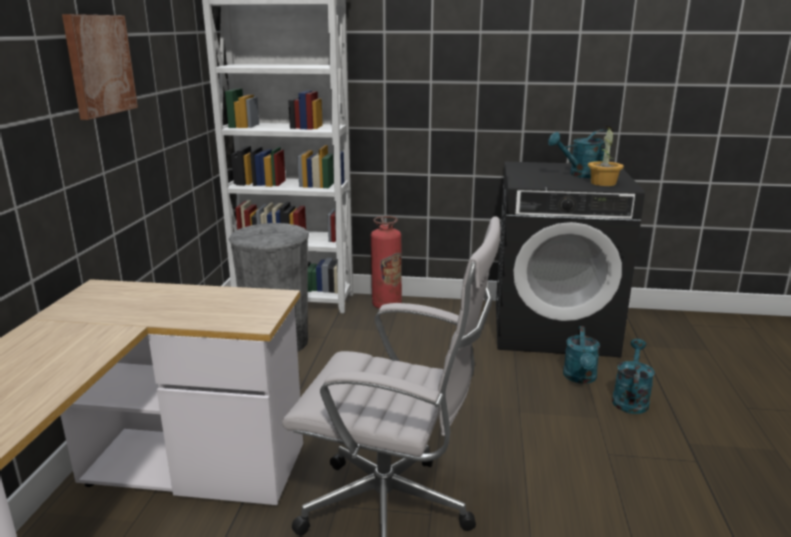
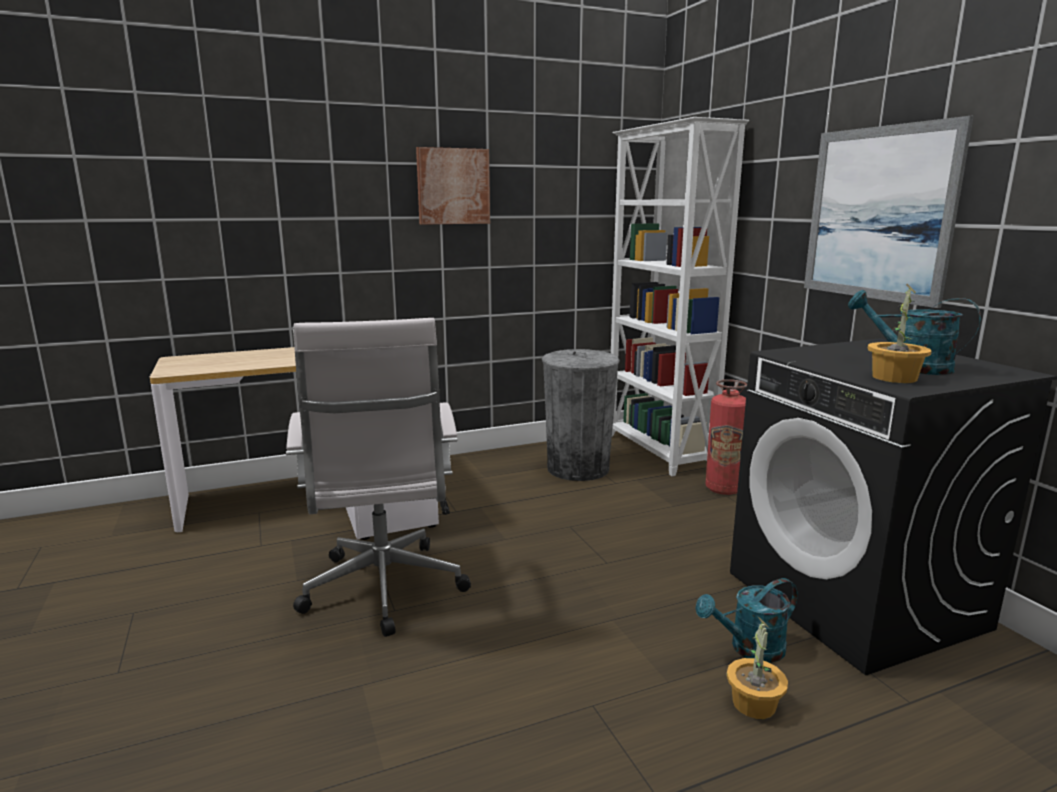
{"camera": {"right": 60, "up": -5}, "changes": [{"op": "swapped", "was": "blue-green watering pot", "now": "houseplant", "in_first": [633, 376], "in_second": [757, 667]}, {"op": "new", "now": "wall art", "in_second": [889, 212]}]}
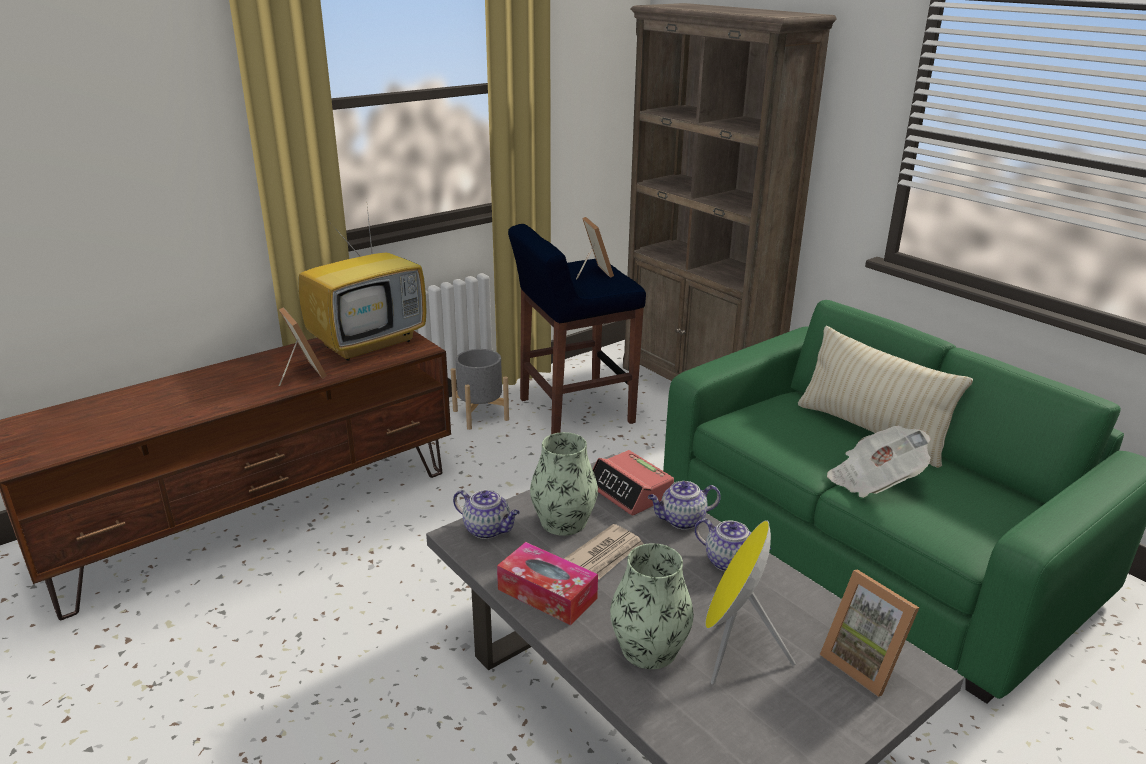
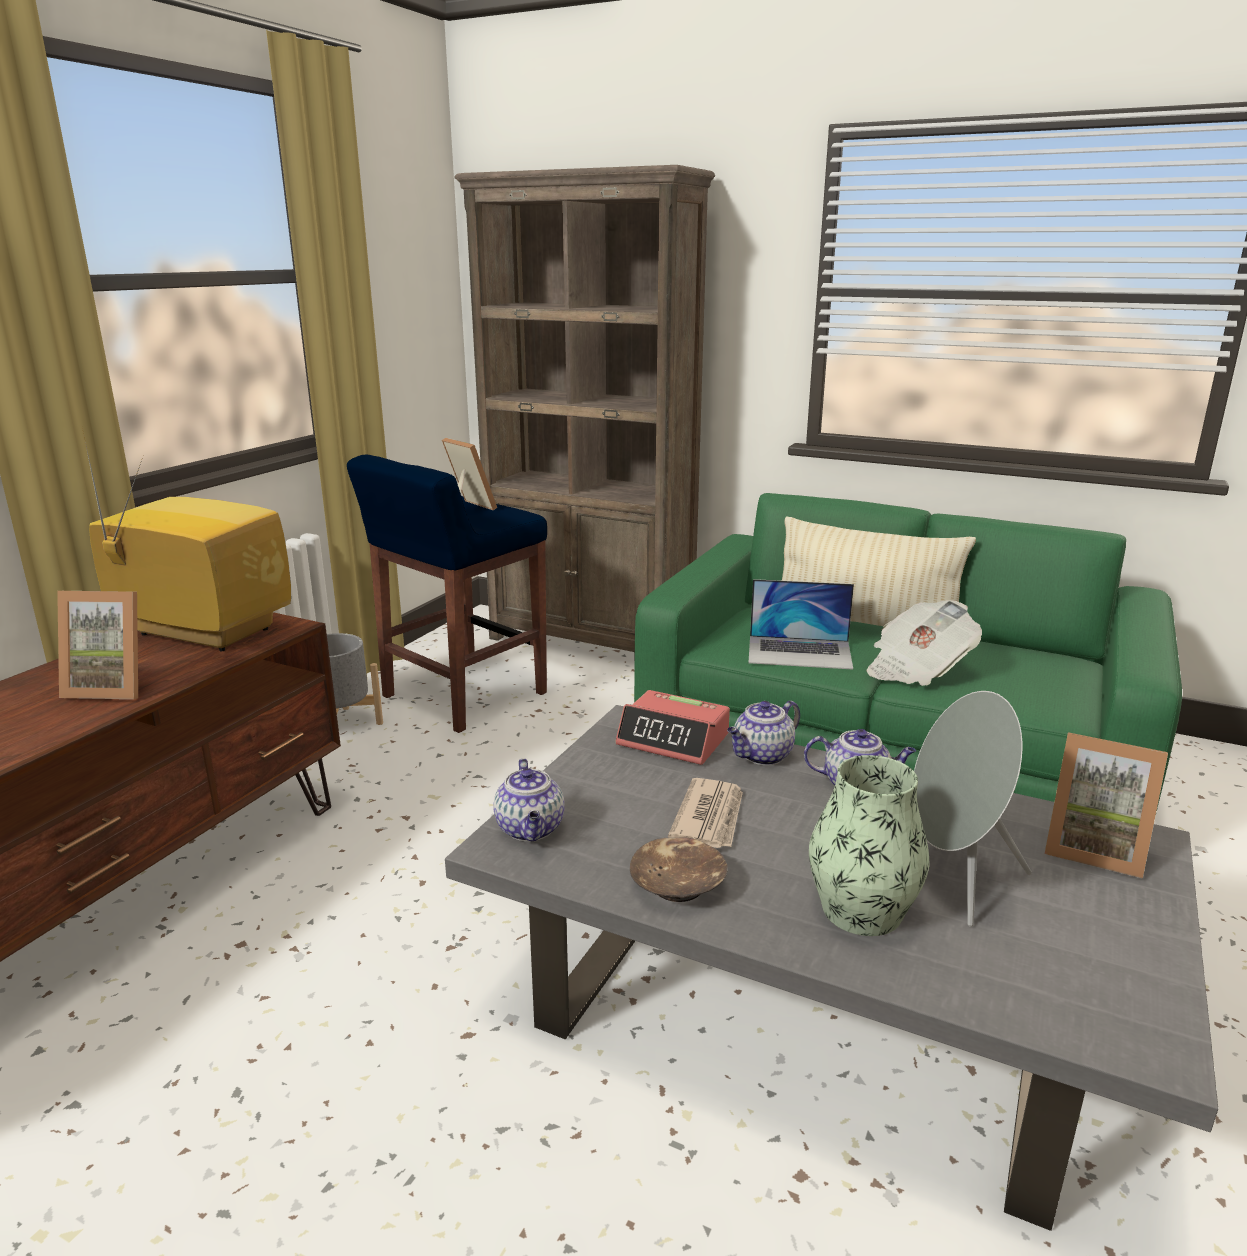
{"camera": {"right": -25, "up": -5}, "changes": [{"op": "rotated", "was": "picture frame", "in_first": [303, 346], "in_second": [97, 645], "clockwise": 150}, {"op": "rotated", "was": "TV set", "in_first": [362, 279], "in_second": [186, 539], "clockwise": -90}, {"op": "rotated", "was": "pot for tea", "in_first": [486, 514], "in_second": [529, 799], "clockwise": 75}, {"op": "swapped", "was": "box of tissues", "now": "brownish bowl", "in_first": [547, 583], "in_second": [679, 869]}, {"op": "new", "now": "portable computer", "in_second": [801, 624]}, {"op": "repainted", "was": "yellowish loudspeaker", "now": "grey loudspeaker", "in_first": [750, 602], "in_second": [973, 809]}, {"op": "gone", "was": "decorative vase", "in_first": [564, 484]}]}
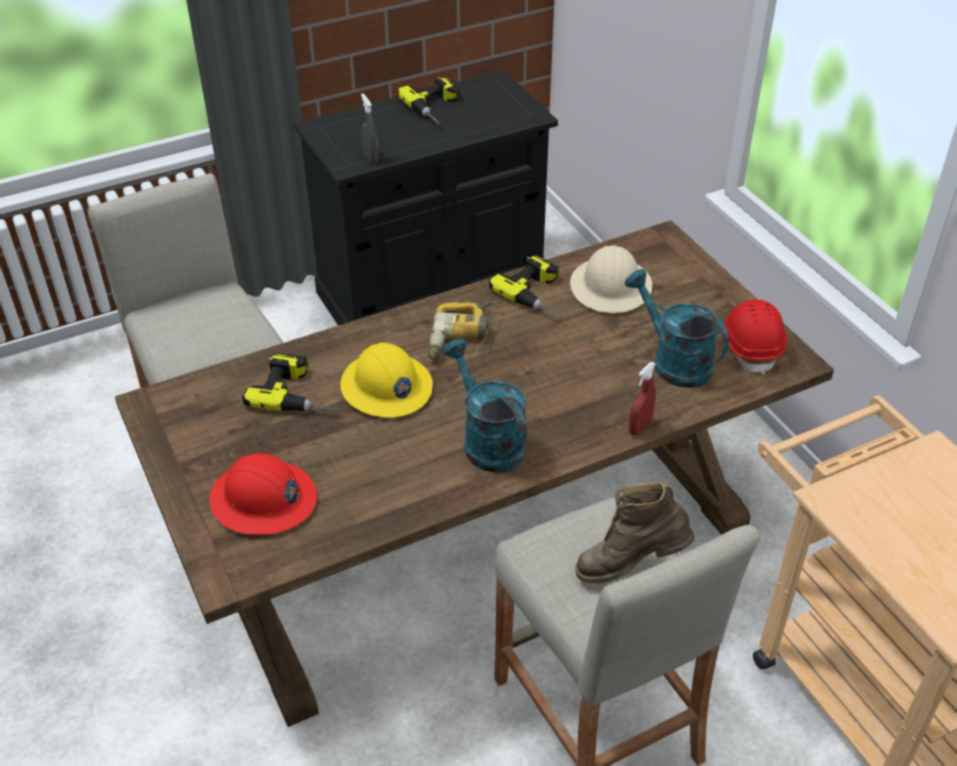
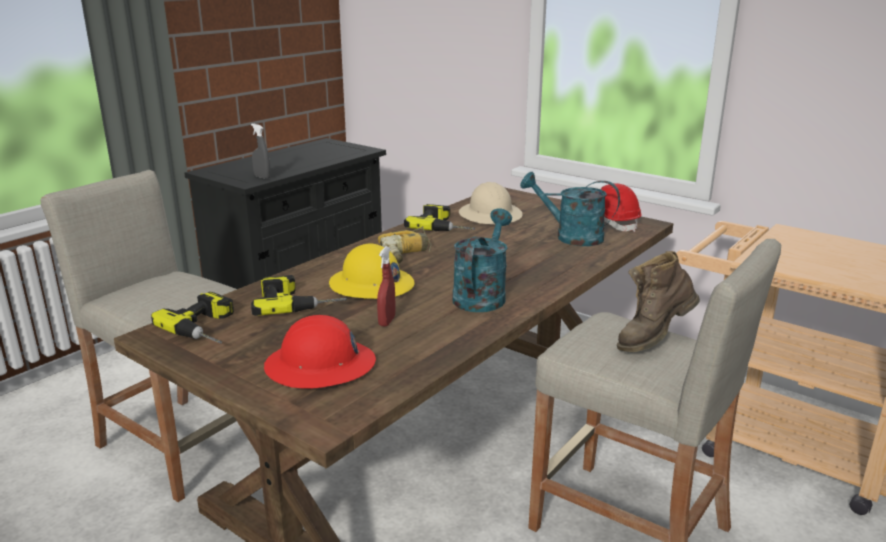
{"camera": {"right": -25, "up": -20}, "changes": [{"op": "shifted", "was": "power drill", "in_first": [429, 100], "in_second": [192, 318]}, {"op": "shifted", "was": "red-coloured hand sprayer", "in_first": [642, 398], "in_second": [386, 286]}, {"op": "rotated", "was": "blue-green watering pot", "in_first": [485, 406], "in_second": [482, 260], "clockwise": 75}]}
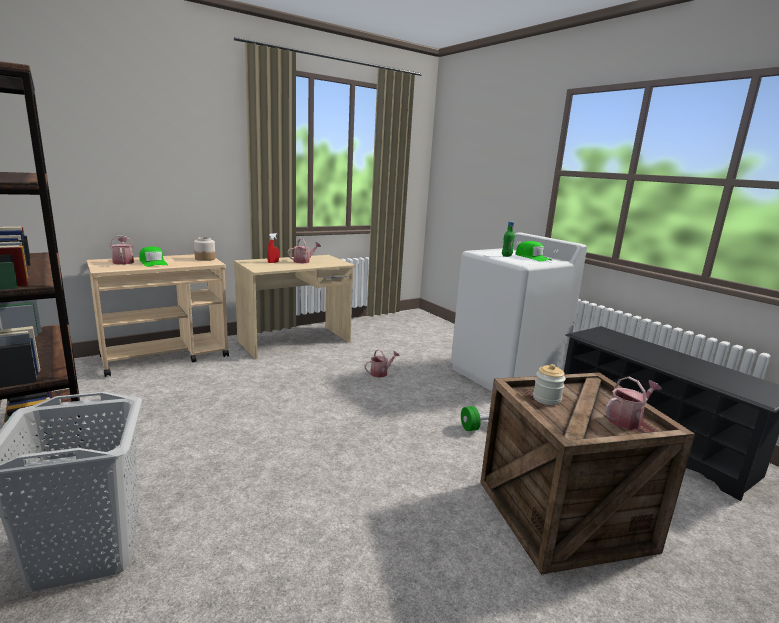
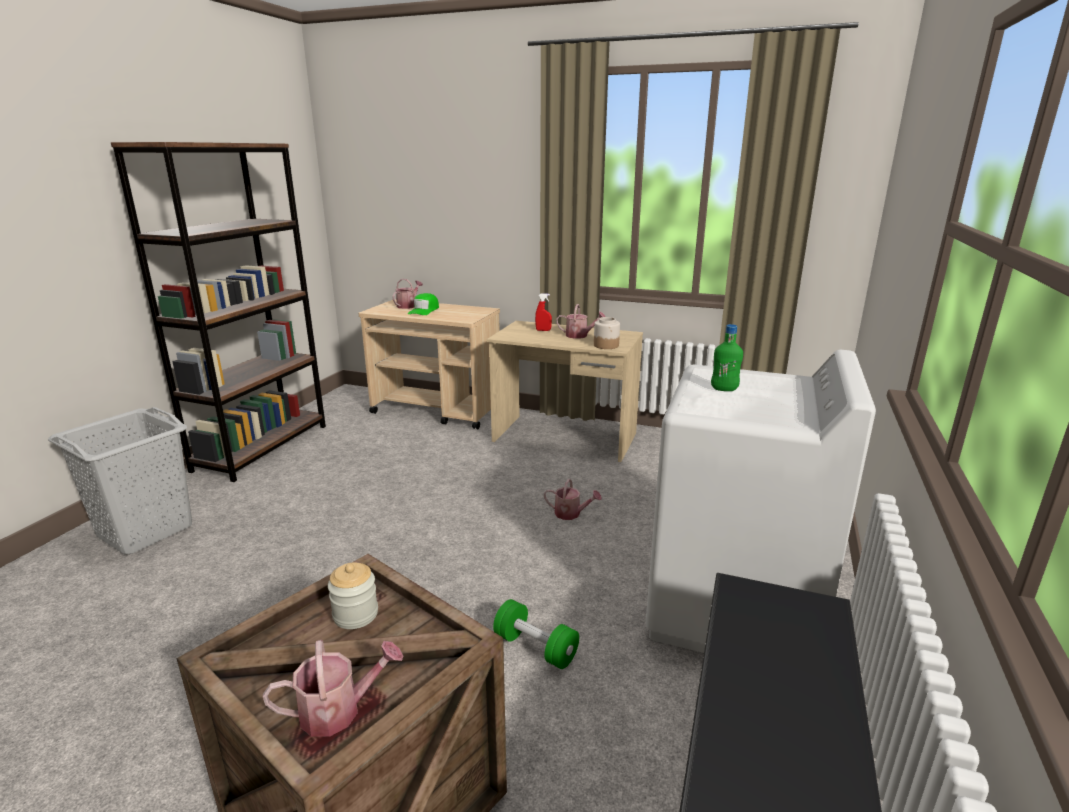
{"camera": {"right": 55, "up": 5}, "changes": [{"op": "rotated", "was": "watering pot", "in_first": [633, 403], "in_second": [333, 688], "clockwise": -45}, {"op": "shifted", "was": "jar", "in_first": [205, 249], "in_second": [607, 333]}, {"op": "gone", "was": "green-coloured peaked cap", "in_first": [533, 251]}]}
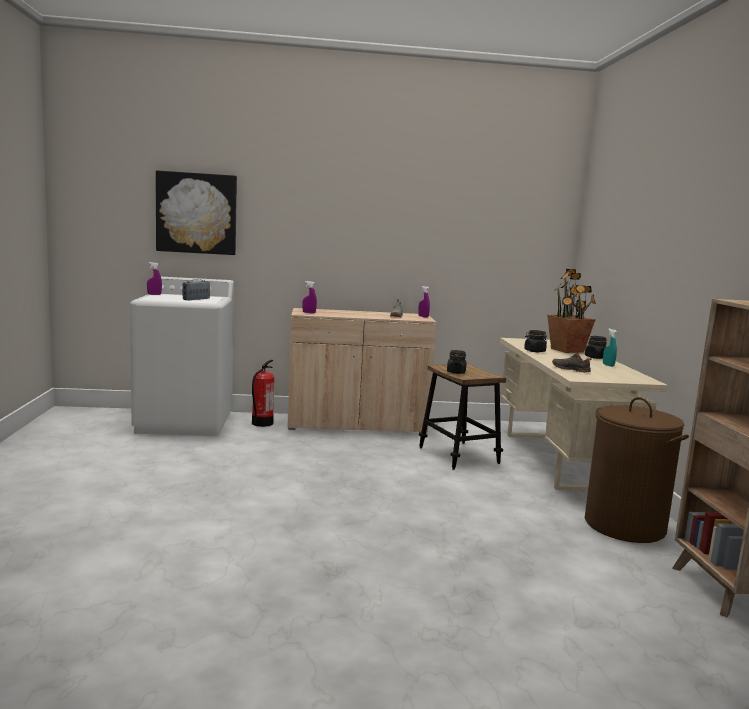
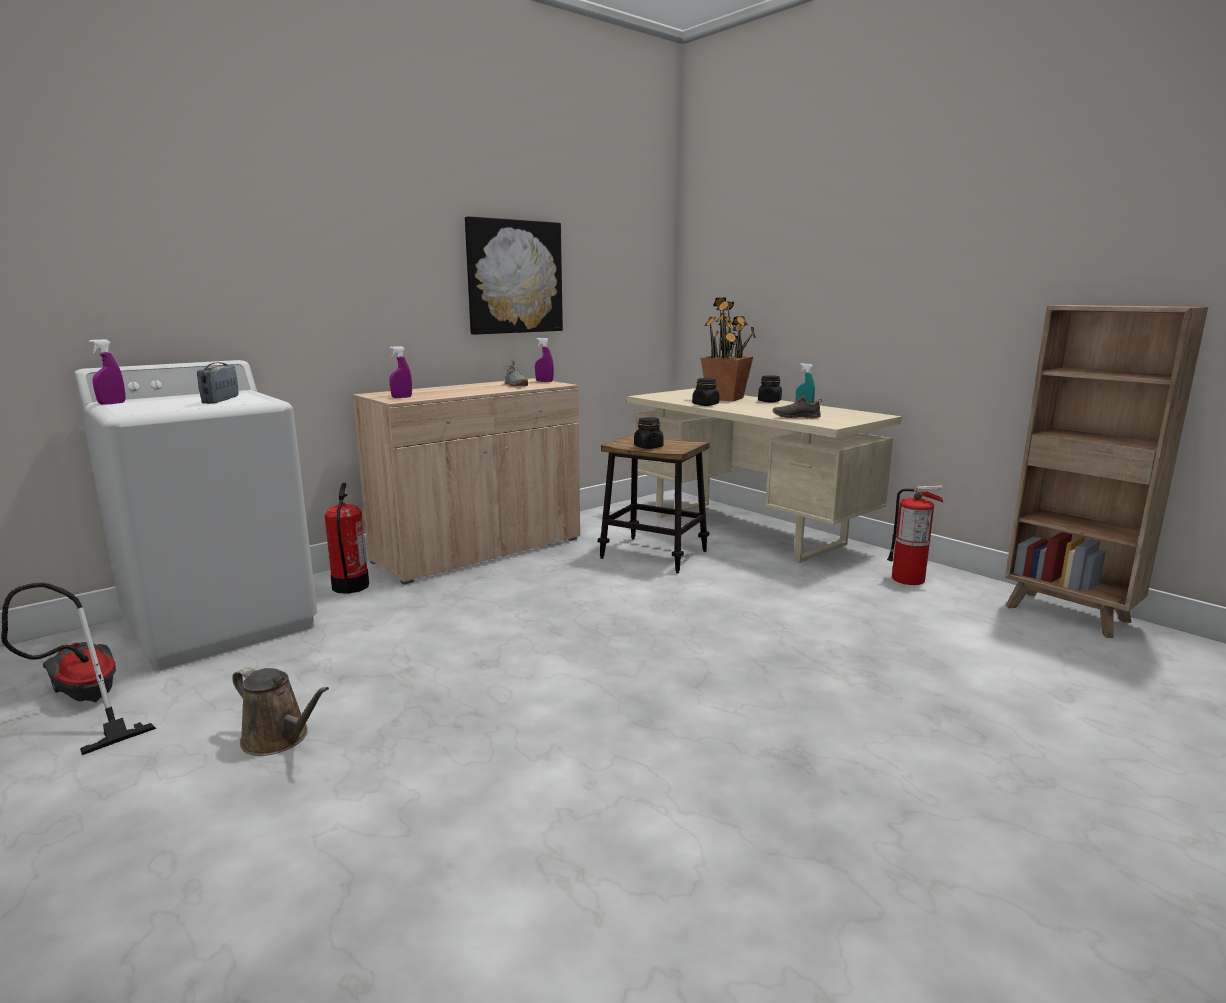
{"camera": {"right": -35, "up": 5}, "changes": [{"op": "new", "now": "vacuum cleaner", "in_second": [78, 668]}, {"op": "new", "now": "brownish watering pot", "in_second": [280, 711]}, {"op": "shifted", "was": "wall art", "in_first": [196, 212], "in_second": [514, 275]}, {"op": "swapped", "was": "brownish laundry basket", "now": "fire extinguisher", "in_first": [637, 470], "in_second": [915, 535]}]}
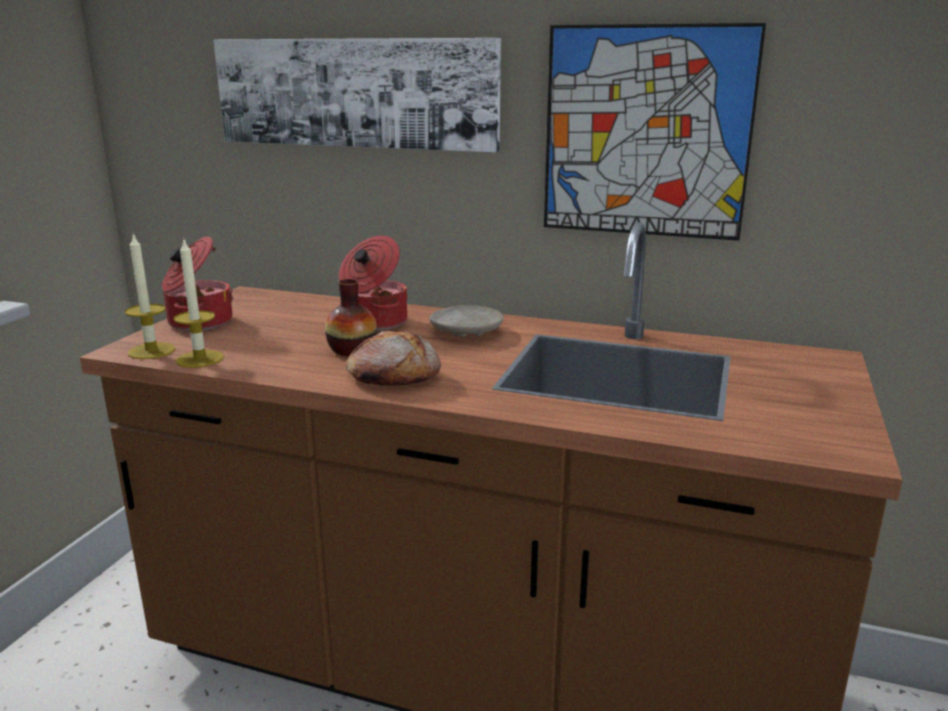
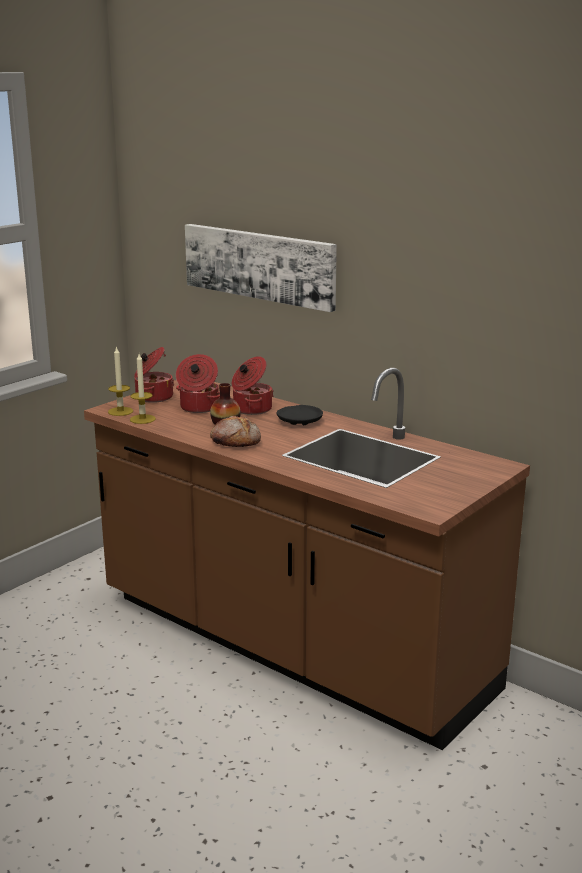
{"camera": {"right": 20, "up": 0}, "changes": [{"op": "new", "now": "stockpot", "in_second": [198, 383]}, {"op": "repainted", "was": "beige-coloured dinner plate", "now": "black dinner plate", "in_first": [466, 321], "in_second": [299, 415]}, {"op": "gone", "was": "wall art", "in_first": [655, 132]}]}
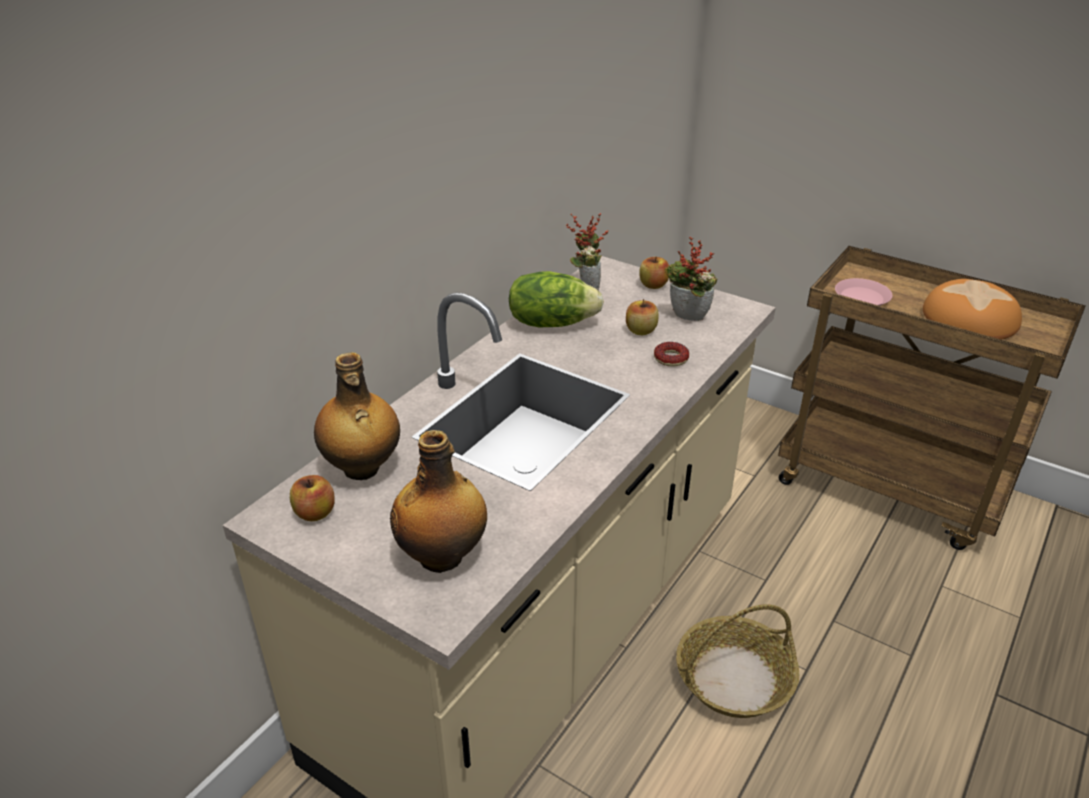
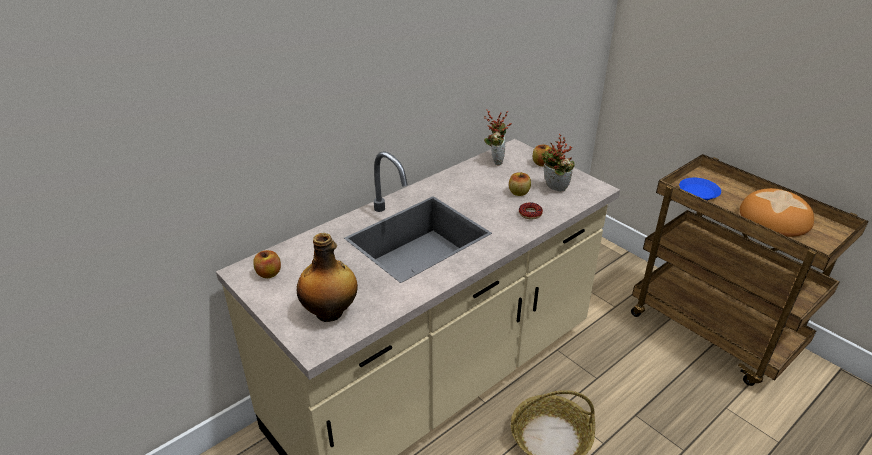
{"camera": {"right": 15, "up": 0}, "changes": [{"op": "repainted", "was": "pink-coloured dinner plate", "now": "bluish dinner plate", "in_first": [864, 292], "in_second": [700, 189]}, {"op": "gone", "was": "drink bottle", "in_first": [357, 416]}, {"op": "gone", "was": "lettuce head", "in_first": [556, 299]}]}
